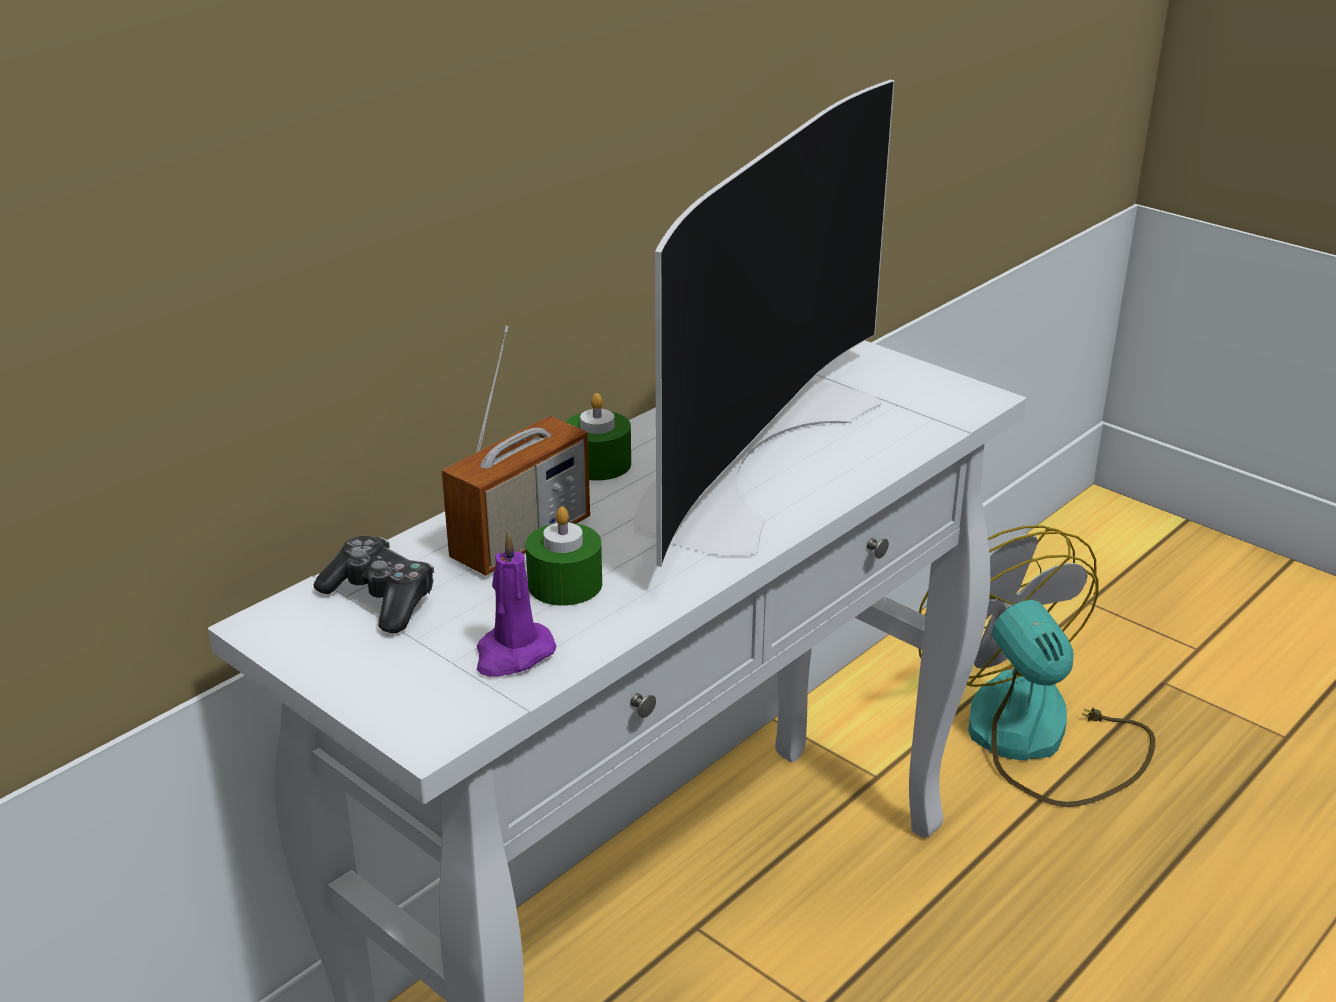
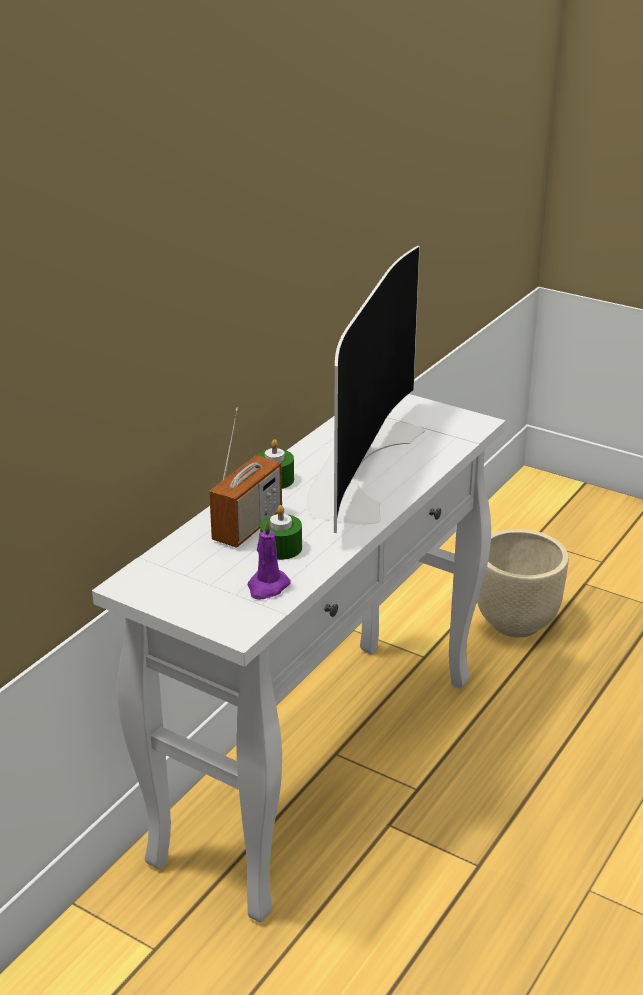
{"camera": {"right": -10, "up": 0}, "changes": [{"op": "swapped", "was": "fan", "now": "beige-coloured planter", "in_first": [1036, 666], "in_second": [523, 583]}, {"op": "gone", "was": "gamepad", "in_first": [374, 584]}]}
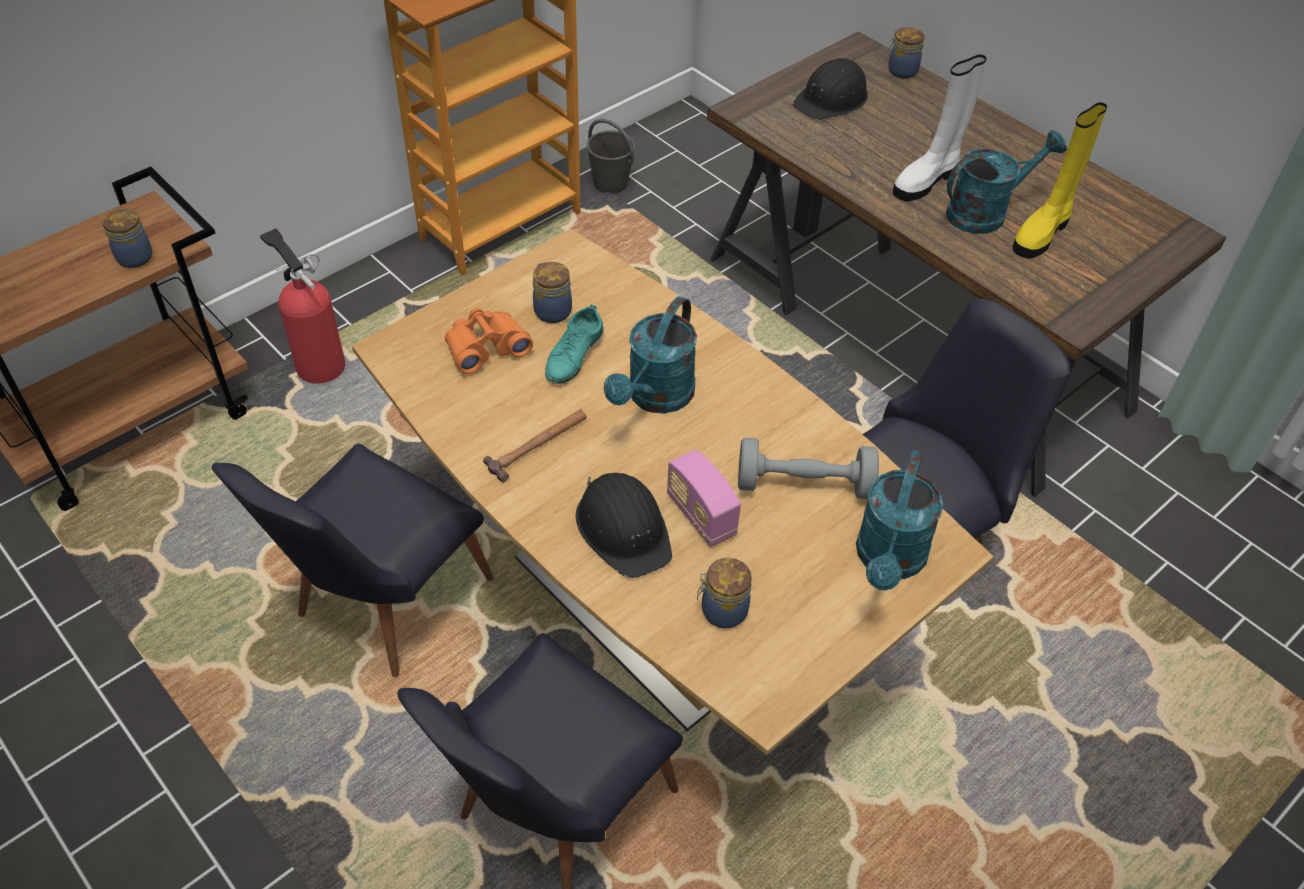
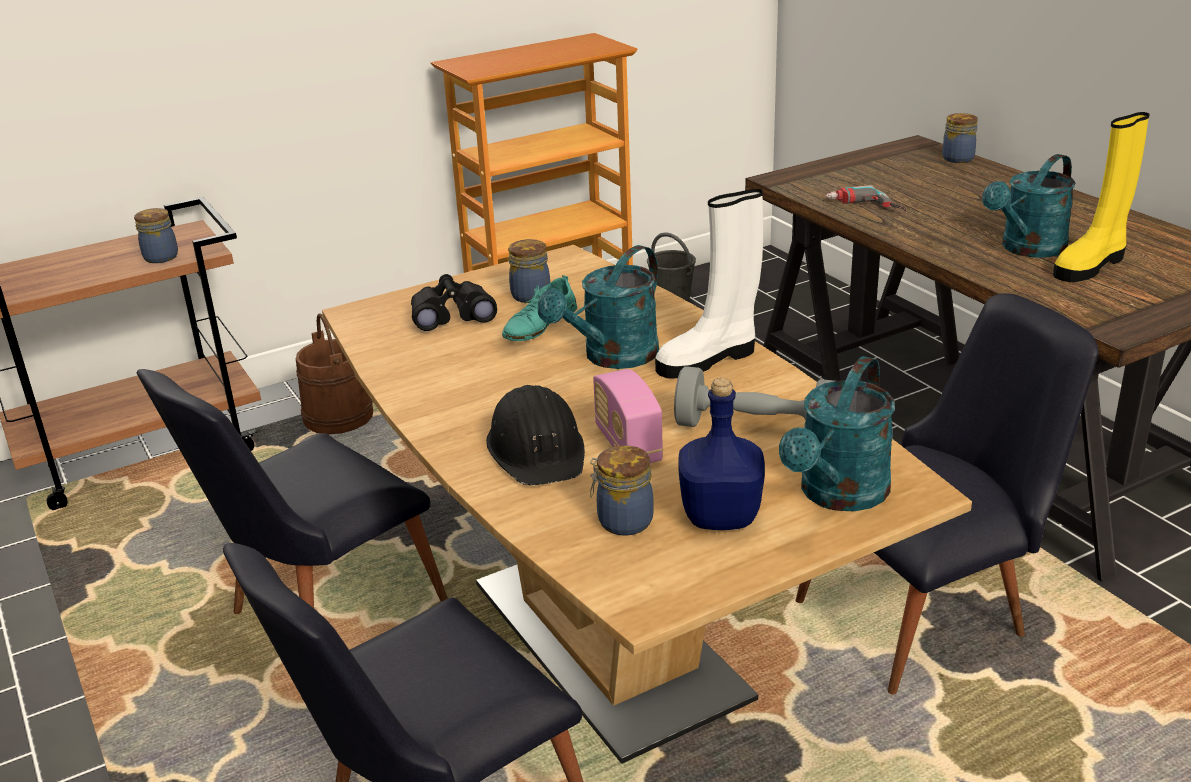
{"camera": {"right": 15, "up": -20}, "changes": [{"op": "swapped", "was": "fire extinguisher", "now": "brownish pail", "in_first": [302, 306], "in_second": [334, 373]}, {"op": "repainted", "was": "orangey field glasses", "now": "black field glasses", "in_first": [489, 341], "in_second": [454, 302]}, {"op": "shifted", "was": "white boot", "in_first": [939, 128], "in_second": [709, 284]}, {"op": "new", "now": "bluish drink bottle", "in_second": [721, 454]}, {"op": "new", "now": "power drill", "in_second": [865, 198]}, {"op": "rotated", "was": "blue-green watering pot", "in_first": [1006, 182], "in_second": [1029, 206], "clockwise": 150}, {"op": "gone", "was": "tool hammer", "in_first": [535, 446]}, {"op": "gone", "was": "black work helmet", "in_first": [830, 89]}]}
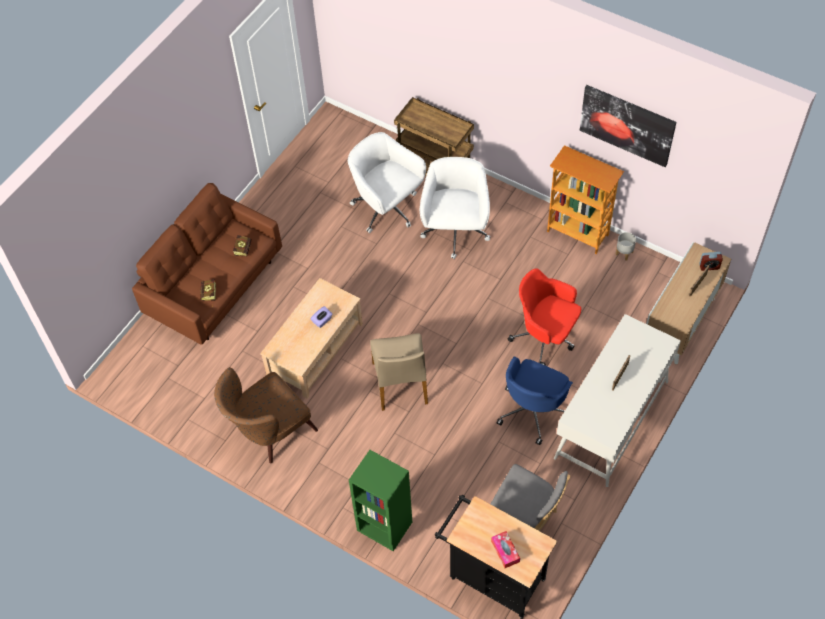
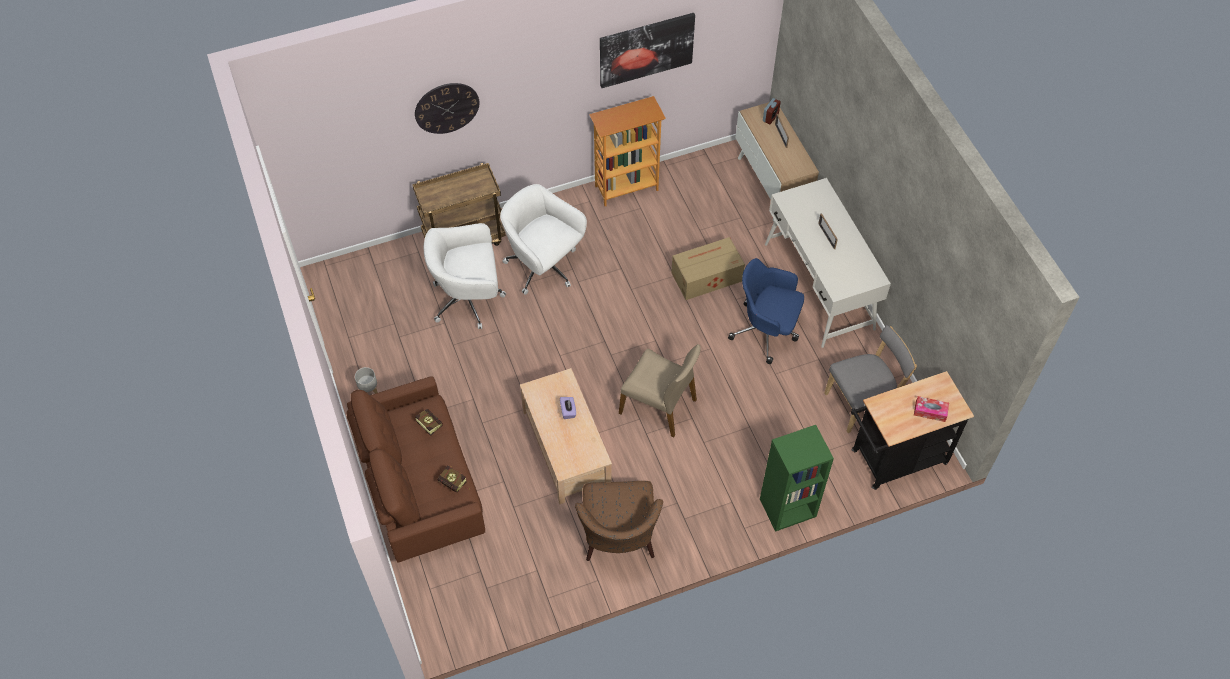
{"camera": {"right": -55, "up": 0}, "changes": [{"op": "shifted", "was": "grey planter", "in_first": [626, 246], "in_second": [366, 380]}, {"op": "new", "now": "clock on the wall", "in_second": [447, 108]}, {"op": "swapped", "was": "red-coloured computer chair", "now": "packing box", "in_first": [544, 317], "in_second": [708, 268]}, {"op": "rotated", "was": "bluish computer chair", "in_first": [535, 400], "in_second": [766, 311], "clockwise": 135}]}
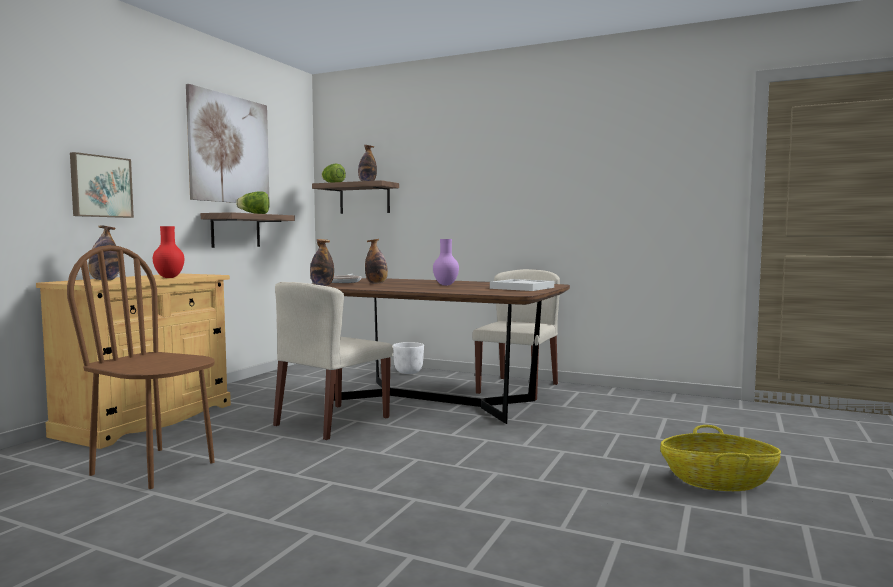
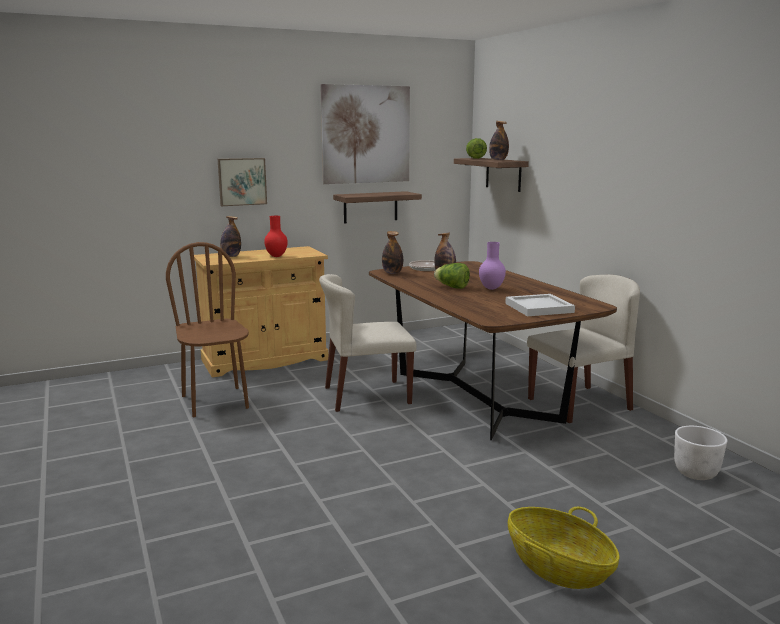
{"camera": {"right": 40, "up": 10}, "changes": [{"op": "shifted", "was": "lettuce head", "in_first": [252, 202], "in_second": [452, 276]}, {"op": "shifted", "was": "white planter", "in_first": [408, 358], "in_second": [700, 453]}]}
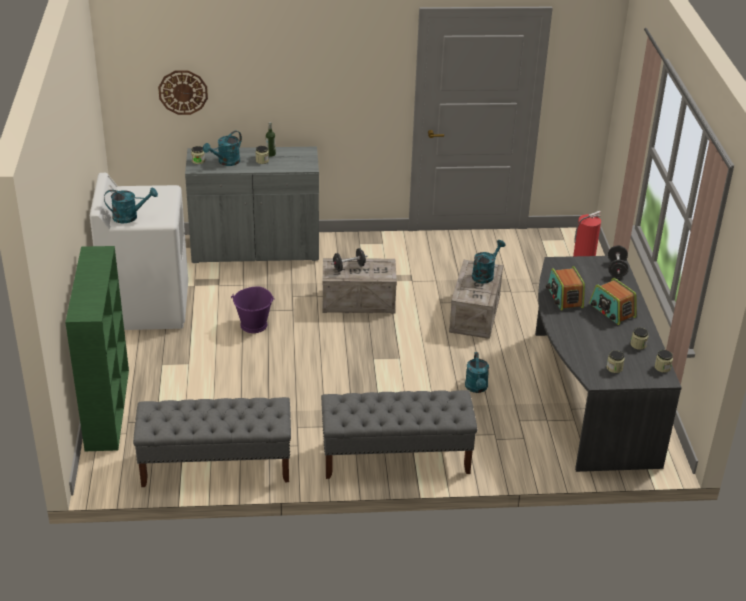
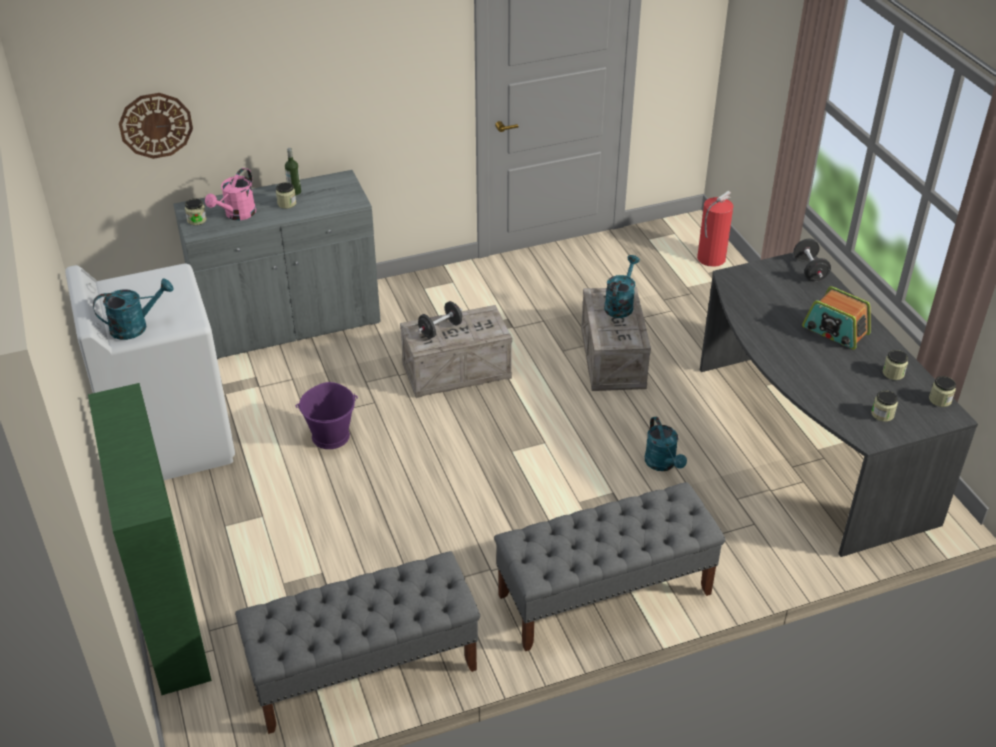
{"camera": {"right": -15, "up": 5}, "changes": [{"op": "repainted", "was": "blue-green watering pot", "now": "pink-coloured watering pot", "in_first": [222, 148], "in_second": [230, 194]}, {"op": "gone", "was": "radio set", "in_first": [565, 288]}]}
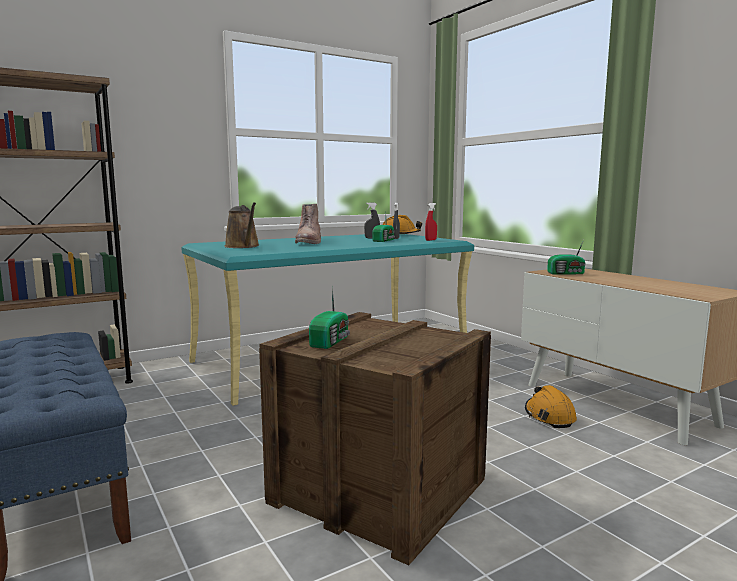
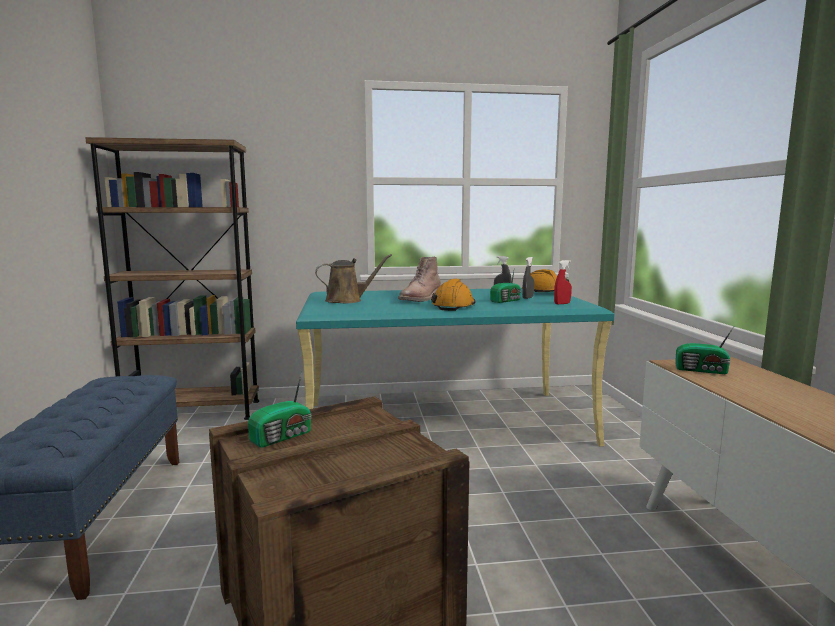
{"camera": {"right": 25, "up": 0}, "changes": [{"op": "rotated", "was": "brownish watering pot", "in_first": [242, 225], "in_second": [353, 278], "clockwise": -105}, {"op": "shifted", "was": "orangey work helmet", "in_first": [551, 406], "in_second": [453, 295]}]}
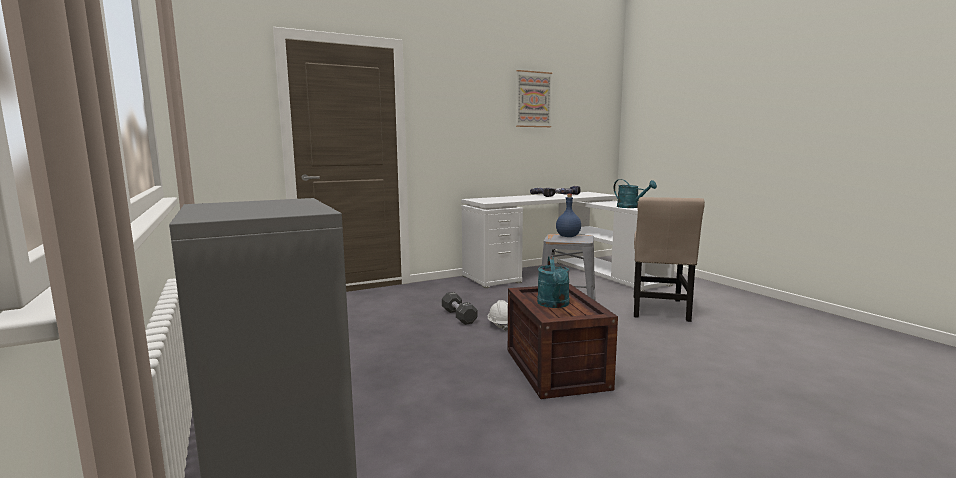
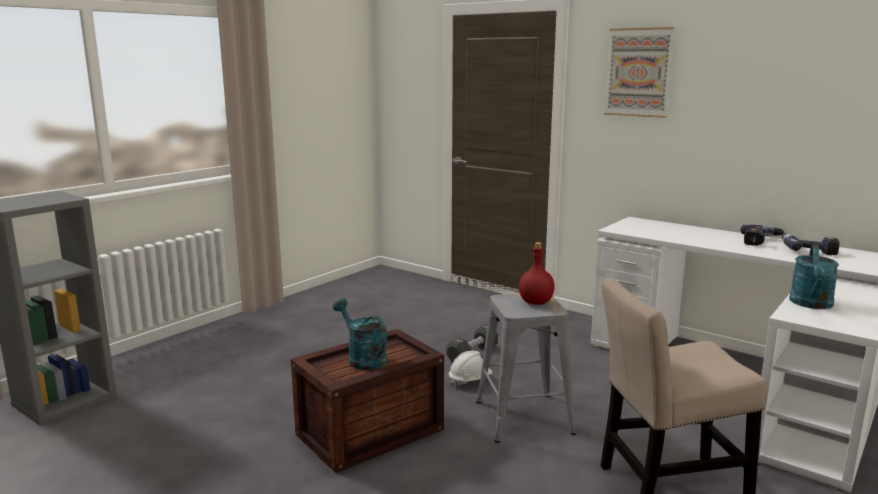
{"camera": {"right": 65, "up": 5}, "changes": [{"op": "rotated", "was": "blue-green watering pot", "in_first": [553, 282], "in_second": [360, 334], "clockwise": 75}, {"op": "repainted", "was": "bluish drink bottle", "now": "red-coloured drink bottle", "in_first": [568, 215], "in_second": [537, 273]}, {"op": "shifted", "was": "wall art", "in_first": [534, 98], "in_second": [639, 72]}]}
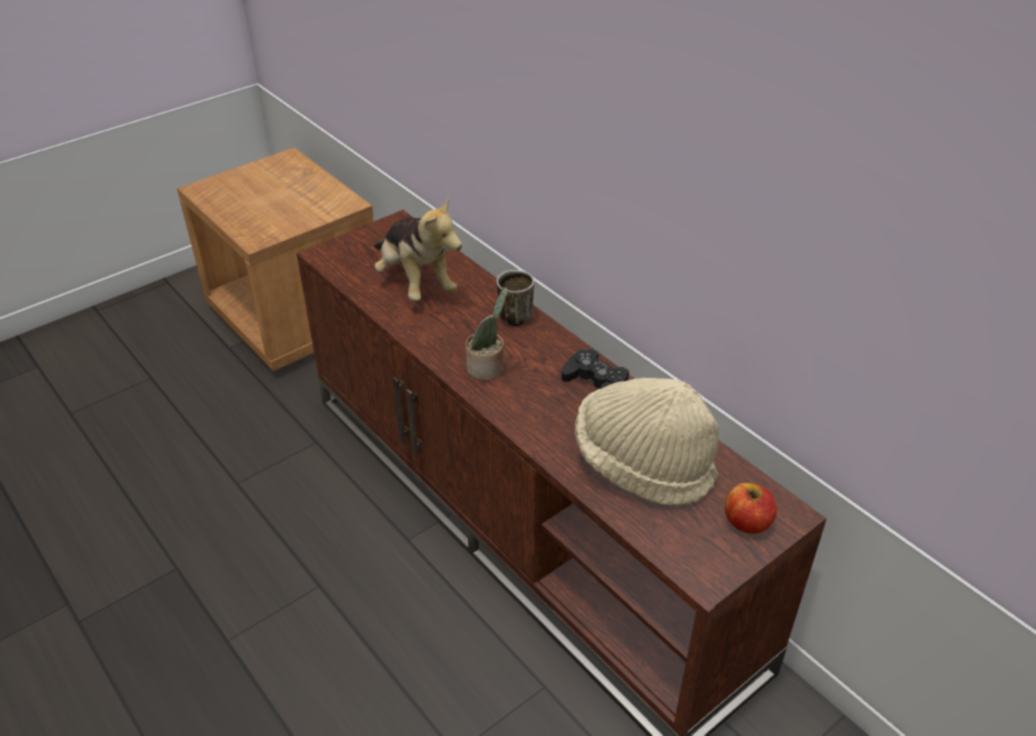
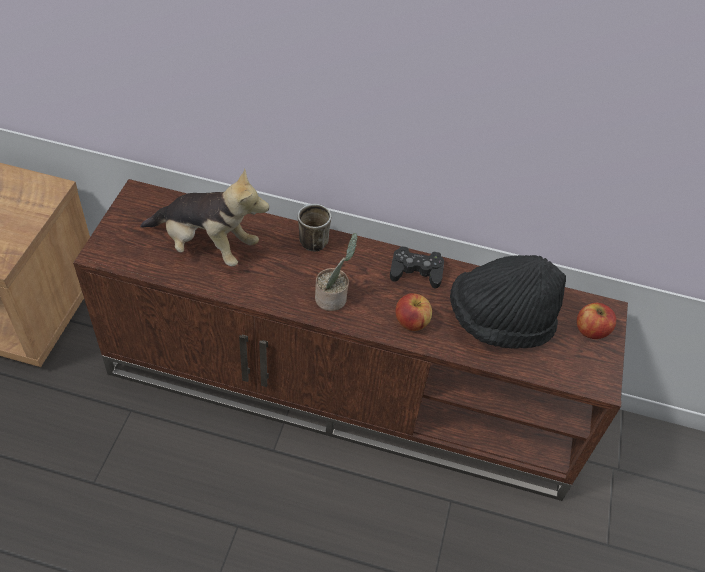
{"camera": {"right": -40, "up": 10}, "changes": [{"op": "new", "now": "apple fruit", "in_second": [413, 312]}, {"op": "repainted", "was": "beige-coloured hat", "now": "black hat", "in_first": [646, 442], "in_second": [508, 301]}]}
